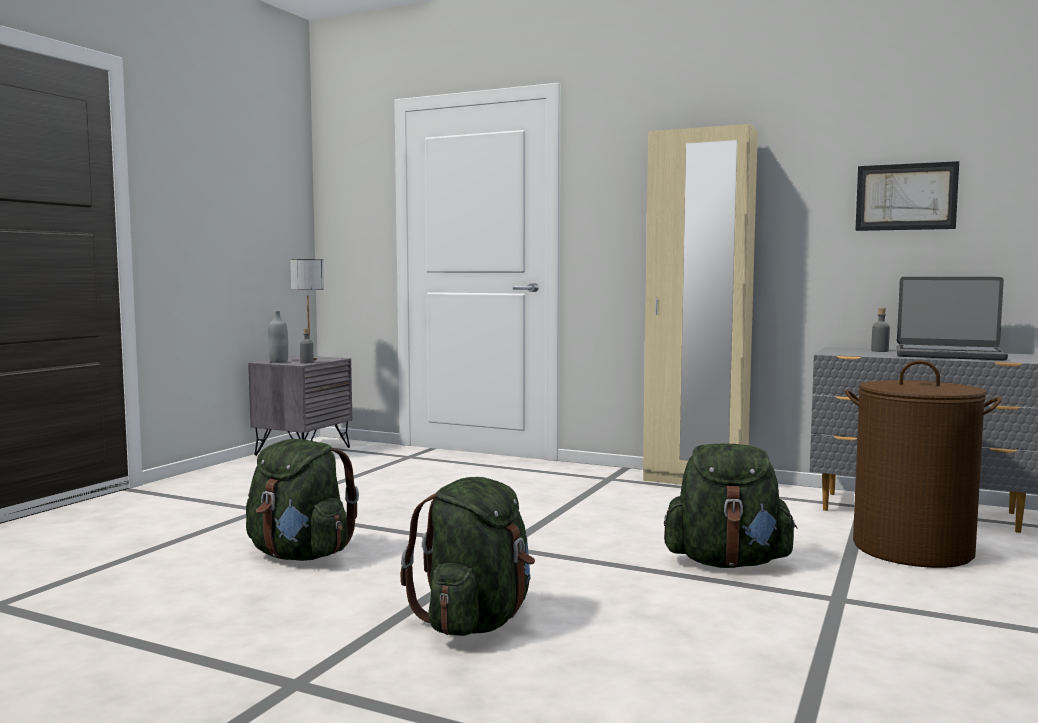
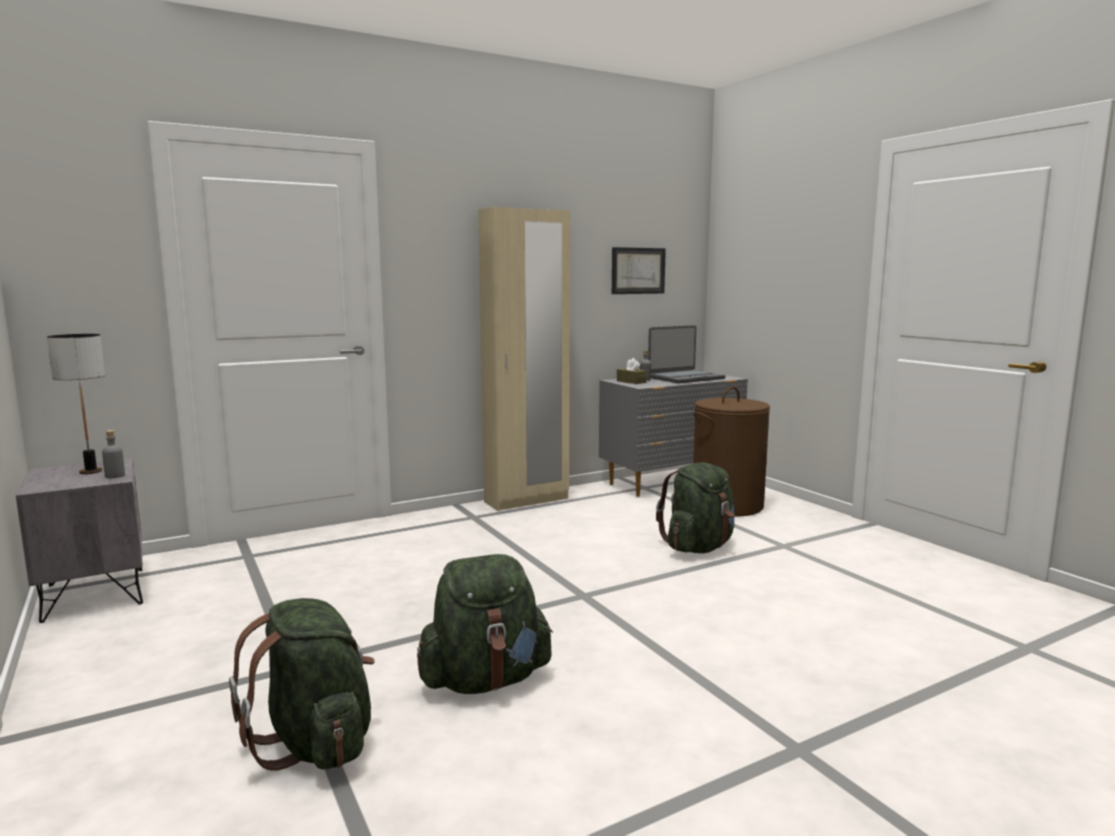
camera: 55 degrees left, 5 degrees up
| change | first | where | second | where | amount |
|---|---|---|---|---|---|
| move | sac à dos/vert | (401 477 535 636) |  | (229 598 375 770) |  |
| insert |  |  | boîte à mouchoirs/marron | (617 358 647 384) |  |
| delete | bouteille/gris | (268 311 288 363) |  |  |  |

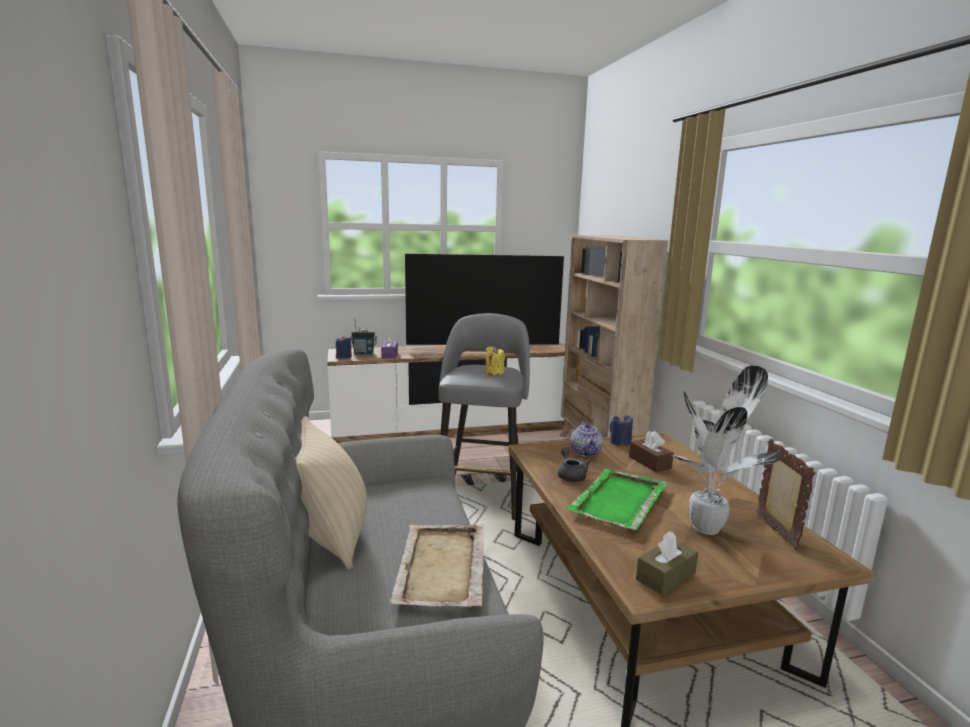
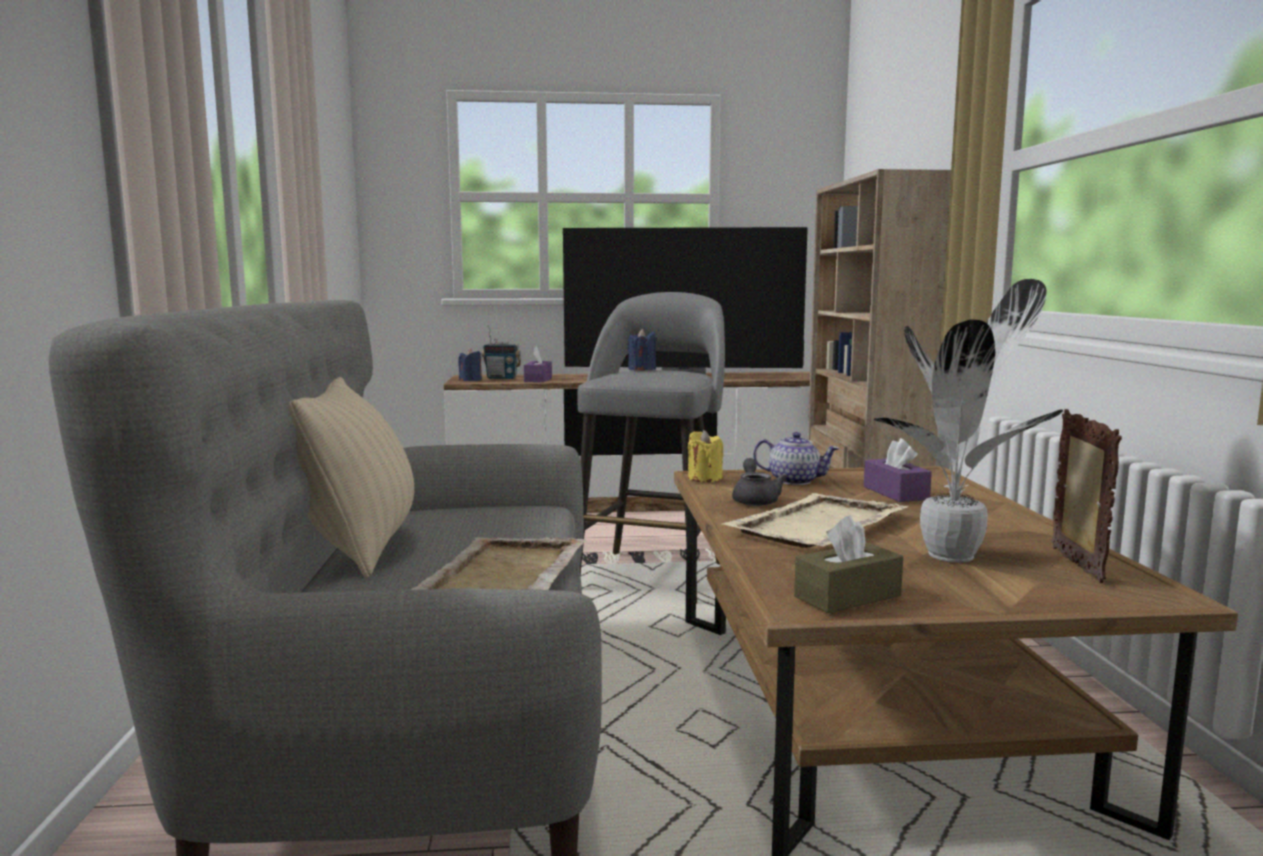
camera: 10 degrees right, 5 degrees down
| change | first | where | second | where | amount |
|---|---|---|---|---|---|
| move | bougie/bleu | (610 414 633 446) |  | (627 329 656 371) |  |
| move | bougie/jaune | (485 346 505 375) |  | (688 430 723 482) |  |
| recolor | plateau/vert | (567 469 667 530) | plateau/beige | (721 493 909 548) |  |
| rotate | théière | (571 421 603 456) |  | (753 432 839 485) | 75 degrees counterclockwise |
| recolor | boîte à mouchoirs/marron | (629 431 674 472) | boîte à mouchoirs/violet | (864 438 932 502) |  |

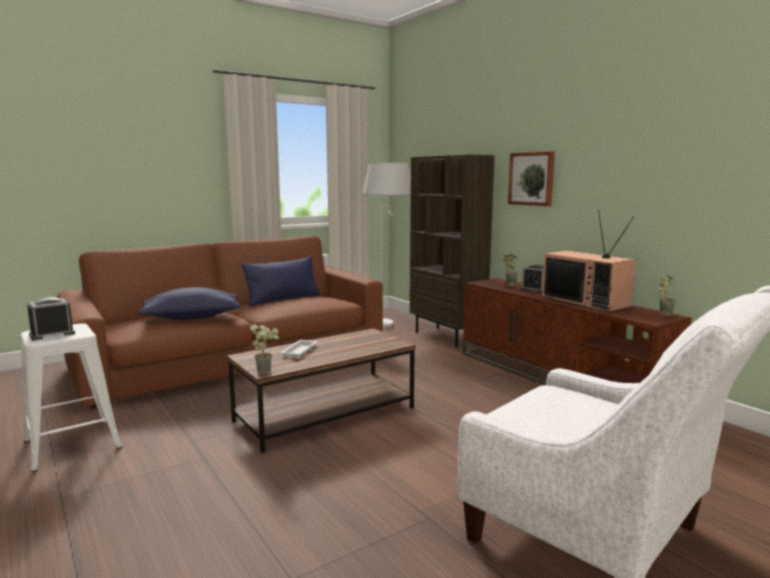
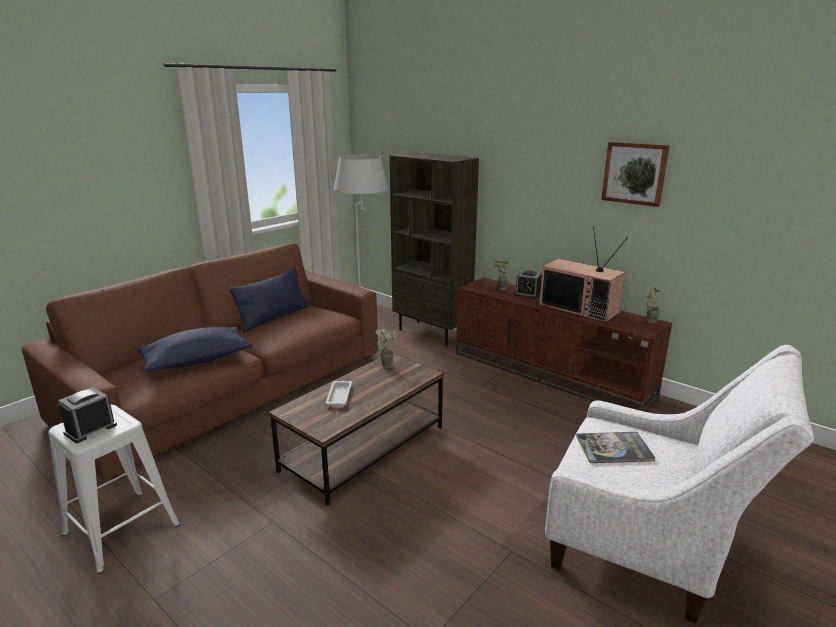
camera: 15 degrees left, 10 degrees up
| change | first | where | second | where | amount |
|---|---|---|---|---|---|
| move | plante en pot | (250 324 279 375) |  | (375 329 397 368) |  |
| insert |  |  | livre | (576 432 655 463) |  |
| move | tableau | (508 151 555 206) |  | (601 142 670 207) |  |

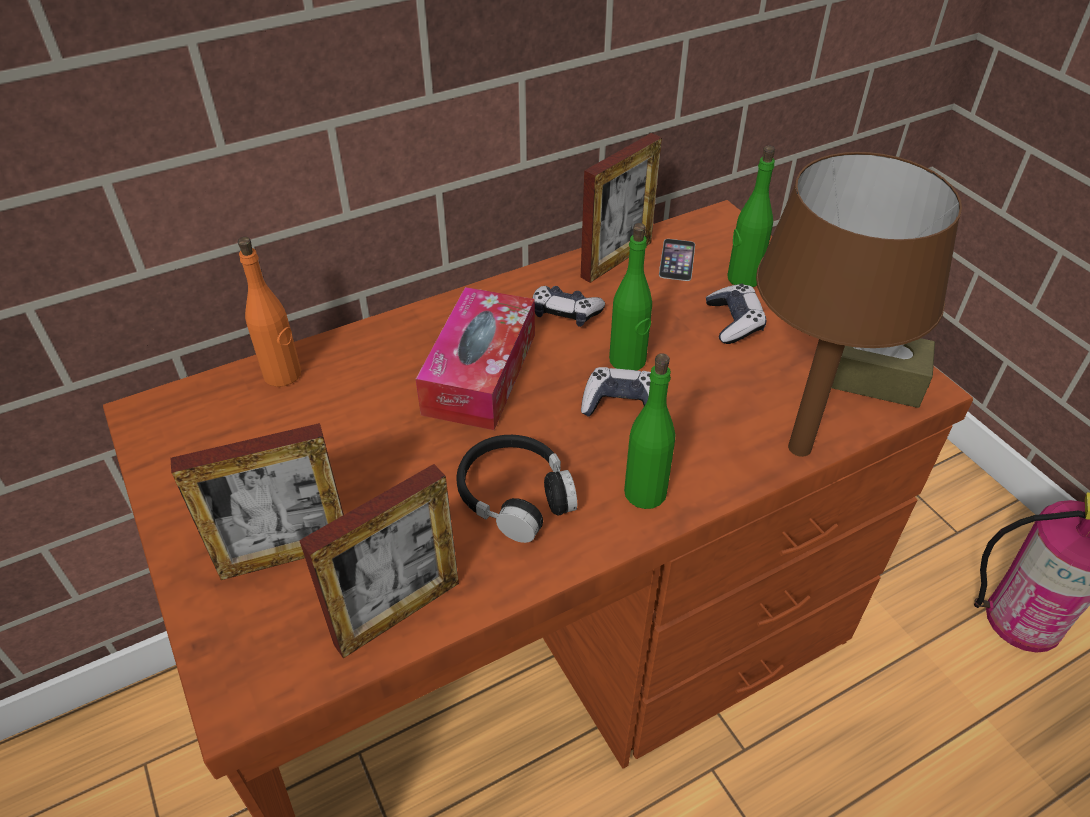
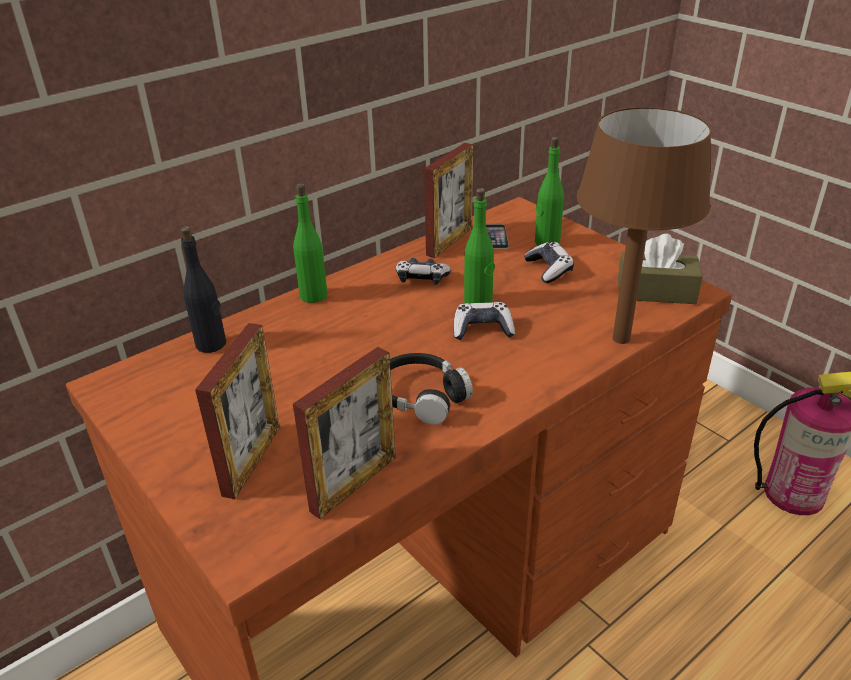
camera: 10 degrees left, 10 degrees down
| change | first | where | second | where | amount |
|---|---|---|---|---|---|
| recolor | bouteille/orange | (238 237 301 387) | bouteille/noir | (180 226 226 353) |  |
| rotate | cadre photo | (170 423 344 580) |  | (195 323 280 499) | 45 degrees counterclockwise |
| move | bouteille/vert | (624 353 675 509) |  | (293 183 328 303) |  |
| delete | boîte à mouchoirs | (416 287 535 430) |  |  |  |

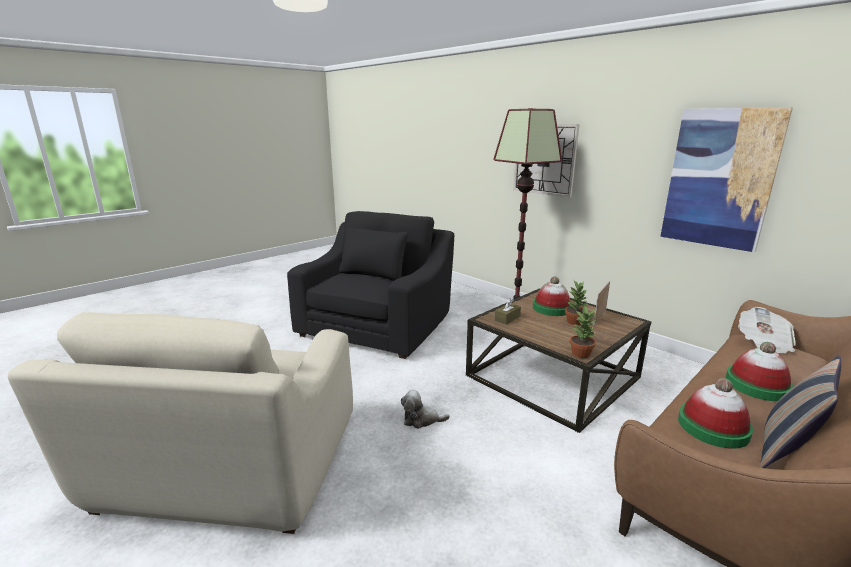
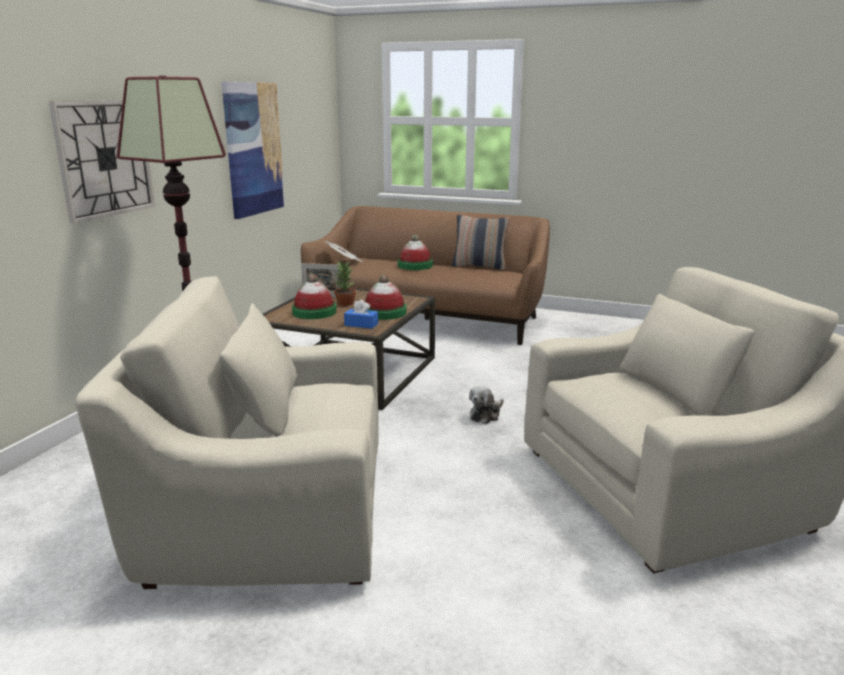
camera: 115 degrees left, 0 degrees up
| change | first | where | second | where | amount |
|---|---|---|---|---|---|
| recolor | fauteuil/noir | (287 211 454 359) | fauteuil/beige | (75 276 379 589) |  |
| recolor | boîte à mouchoirs/marron | (495 298 521 325) | boîte à mouchoirs/bleu | (344 300 378 329) |  |
| move | chapeau | (678 378 753 449) |  | (365 275 407 320) |  |
| rotate | peluche | (401 390 450 429) |  | (469 386 504 424) | 60 degrees clockwise |
| delete | plante en pot | (570 305 596 358) |  |  |  |

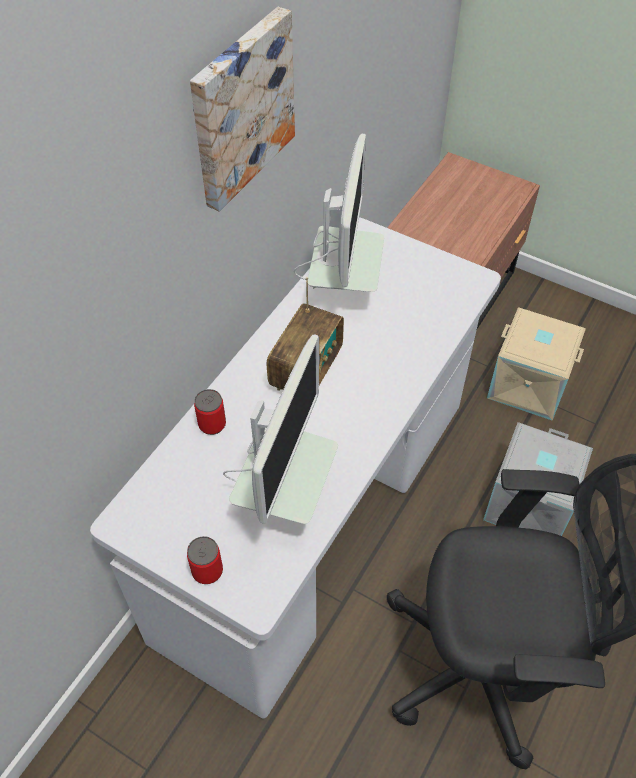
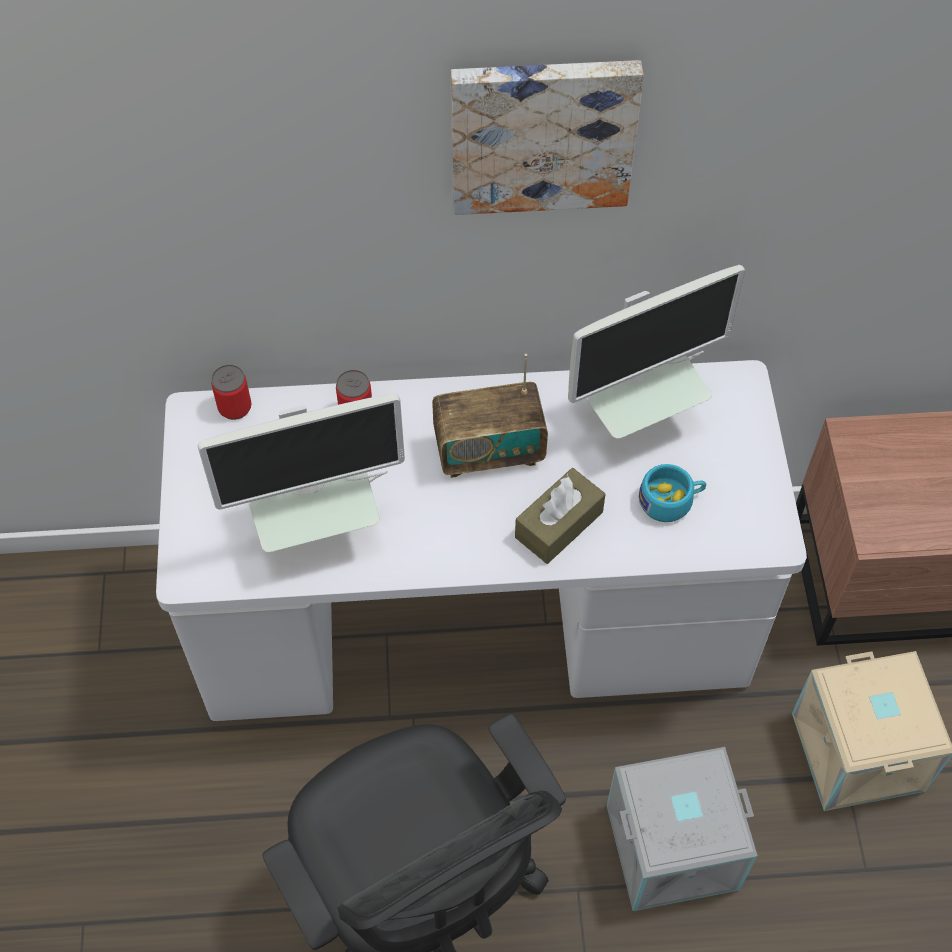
camera: 55 degrees right, 5 degrees up
| change | first | where | second | where | amount |
|---|---|---|---|---|---|
| move | boîte métallique | (187 536 223 584) |  | (211 365 251 420) |  |
| insert |  |  | boîte à mouchoirs/marron | (515 468 606 564) |  |
| insert |  |  | tasse/turquoise | (639 464 706 522) |  |

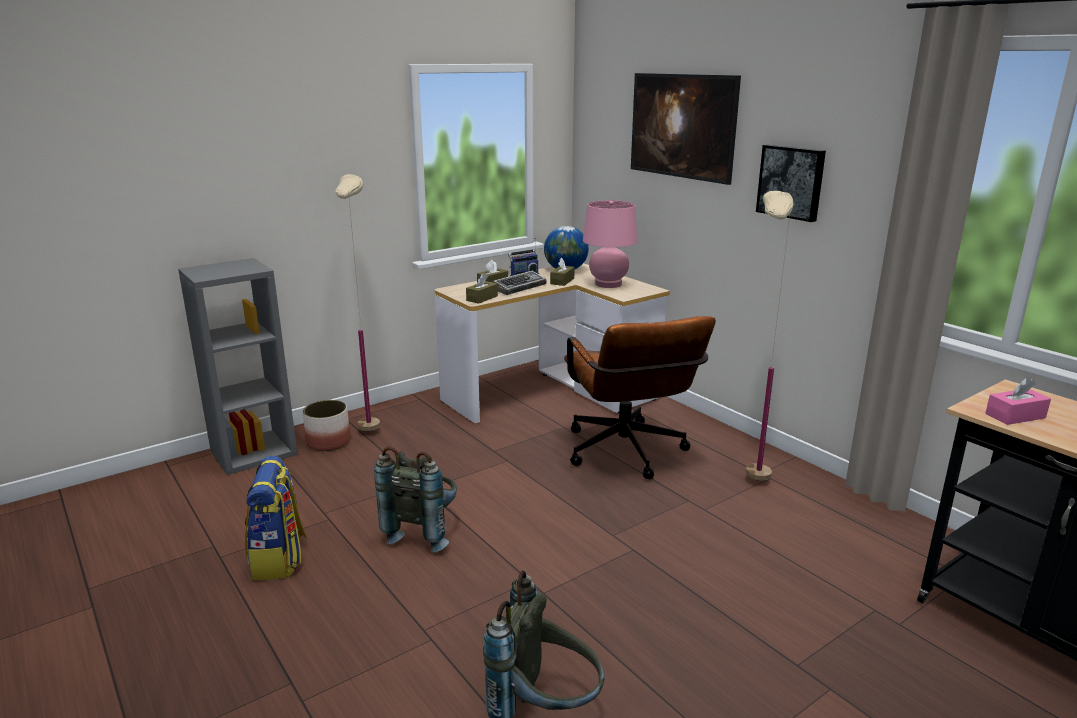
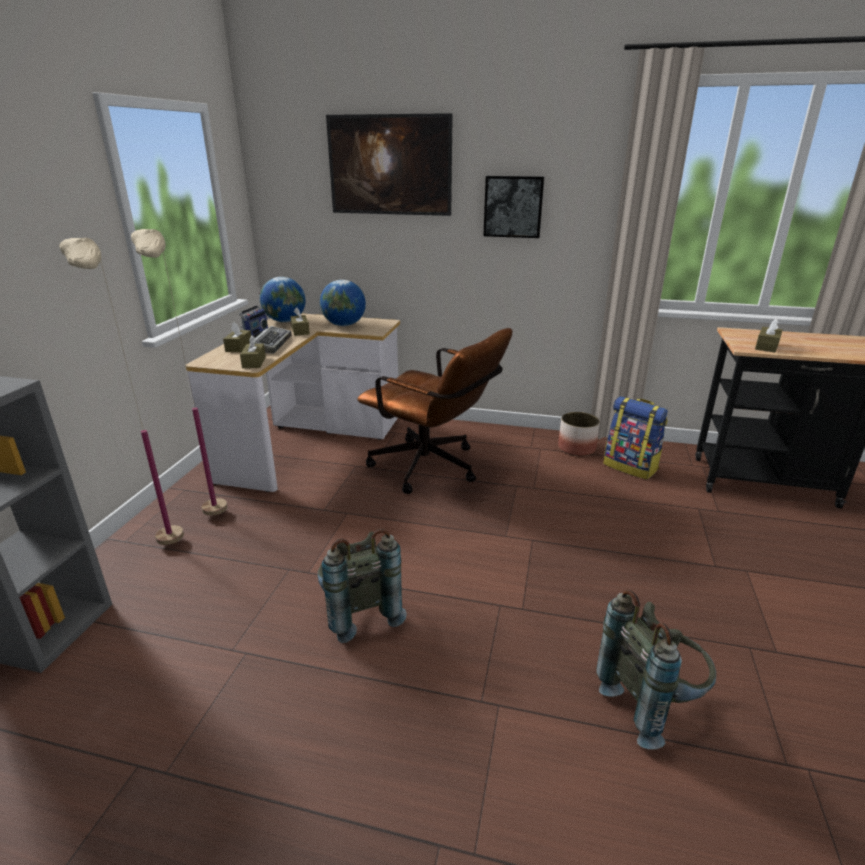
camera: 40 degrees left, 5 degrees up
| change | first | where | second | where | amount |
|---|---|---|---|---|---|
| move | lampadaire/beige | (746 191 793 481) |  | (131 229 227 516) |  |
| replace | lampe de table/rose | (583 200 638 288) | globe | (320 280 366 326) |  |
| move | cache-pot | (303 400 351 451) |  | (558 412 600 456) |  |
| move | sac à dos | (245 456 307 580) |  | (603 396 668 480) |  |
| recolor | boîte à mouchoirs/rose | (985 377 1051 425) | boîte à mouchoirs/marron | (755 318 782 353) |  |

